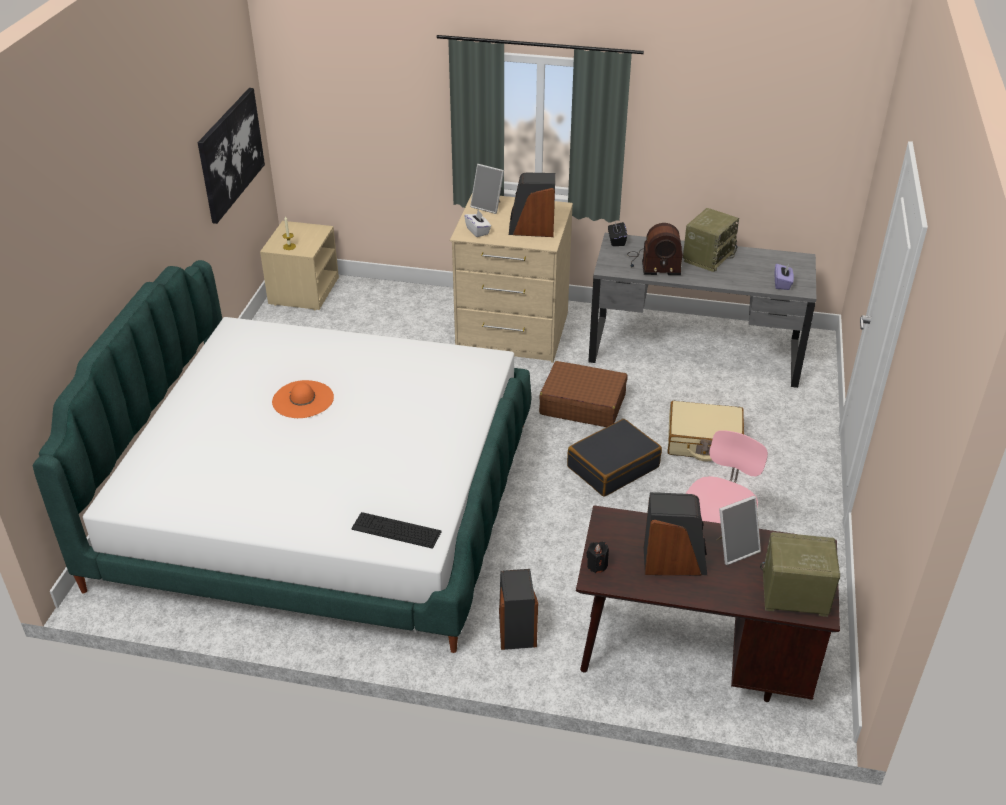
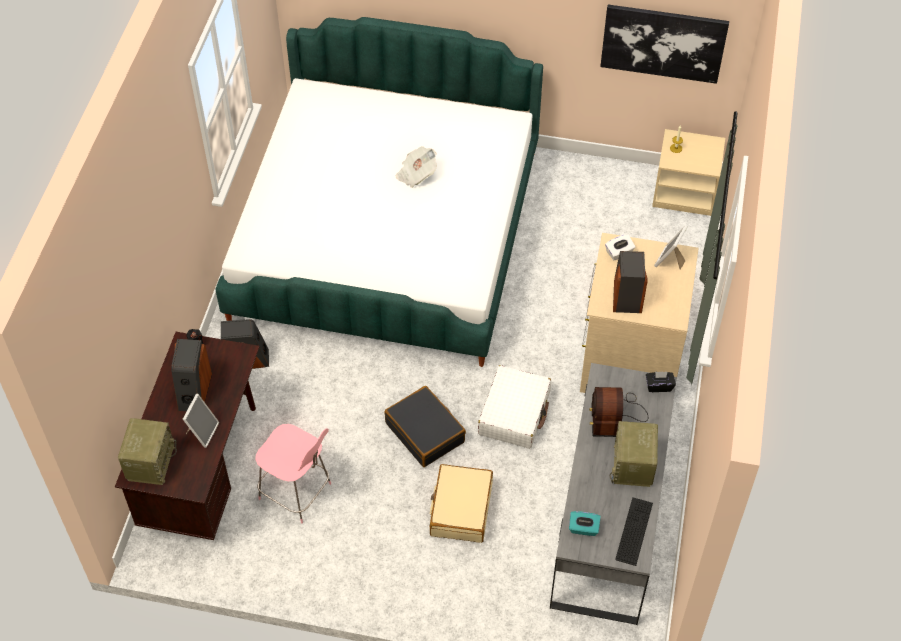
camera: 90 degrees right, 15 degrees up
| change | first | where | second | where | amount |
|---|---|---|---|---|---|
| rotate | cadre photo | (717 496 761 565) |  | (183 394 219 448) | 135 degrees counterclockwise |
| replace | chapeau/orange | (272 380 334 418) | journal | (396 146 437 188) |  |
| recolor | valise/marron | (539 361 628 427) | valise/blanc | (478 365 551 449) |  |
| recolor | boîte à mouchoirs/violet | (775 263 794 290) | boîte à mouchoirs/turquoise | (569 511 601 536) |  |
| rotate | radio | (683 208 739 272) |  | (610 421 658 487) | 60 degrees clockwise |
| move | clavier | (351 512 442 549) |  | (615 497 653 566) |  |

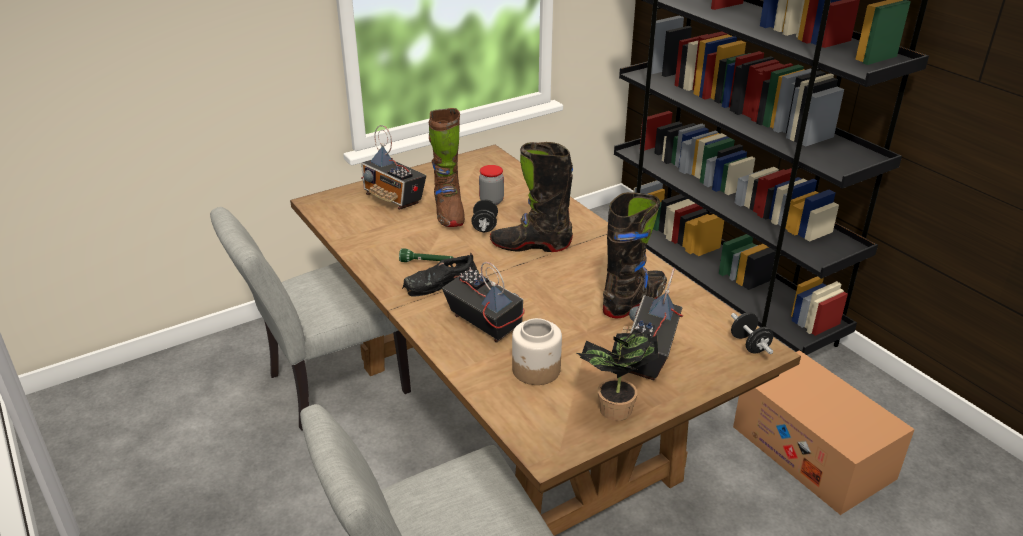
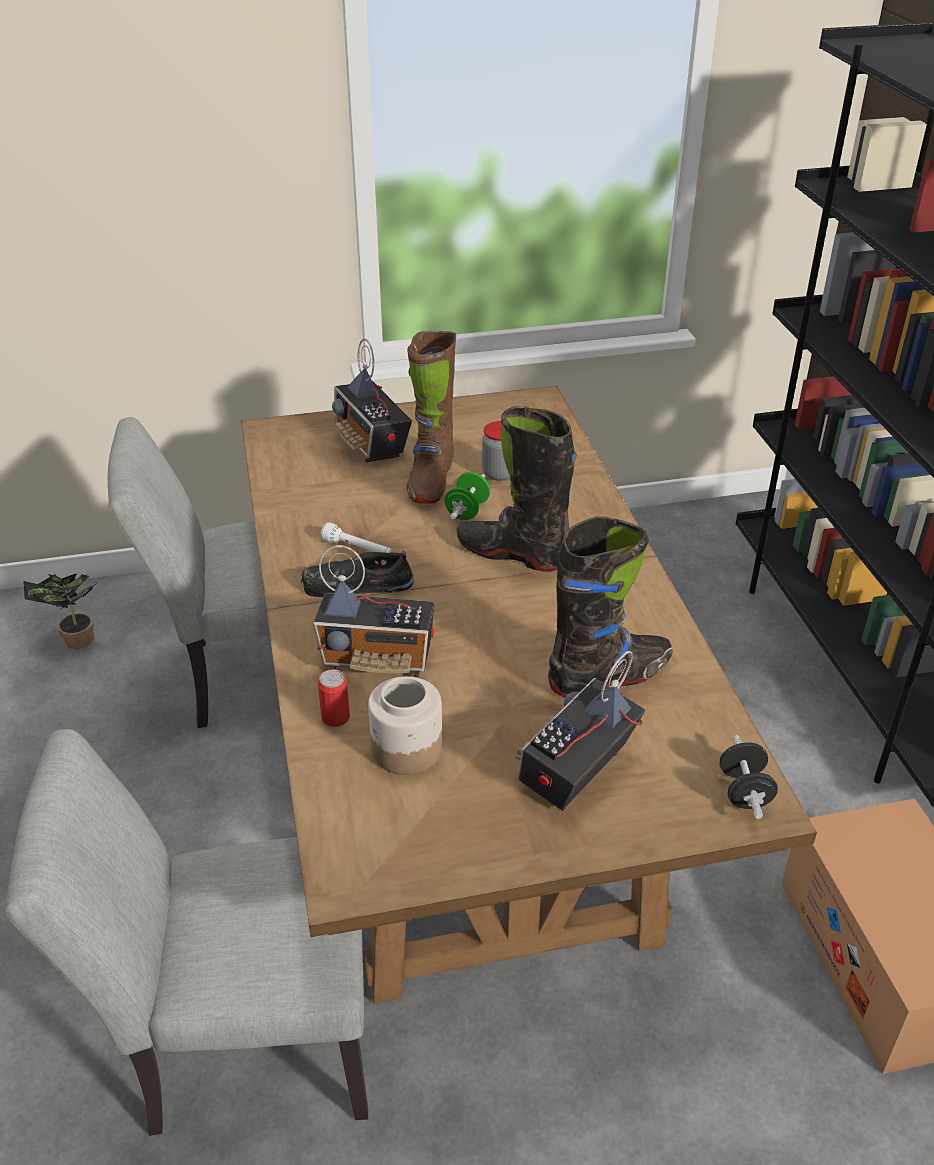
camera: 20 degrees right, 5 degrees up
| change | first | where | second | where | amount |
|---|---|---|---|---|---|
| move | plante en pot | (577 329 658 421) |  | (23 573 97 649) |  |
| rotate | radio | (442 262 525 343) |  | (313 545 435 678) | 120 degrees clockwise |
| insert |  |  | boîte métallique | (318 669 350 727) |  |
| recolor | lampe de poche/vert | (399 248 454 262) | lampe de poche/blanc | (321 522 392 553) |  |
| recolor | haltère/noir | (471 199 498 232) | haltère/vert | (444 472 490 520) |  |

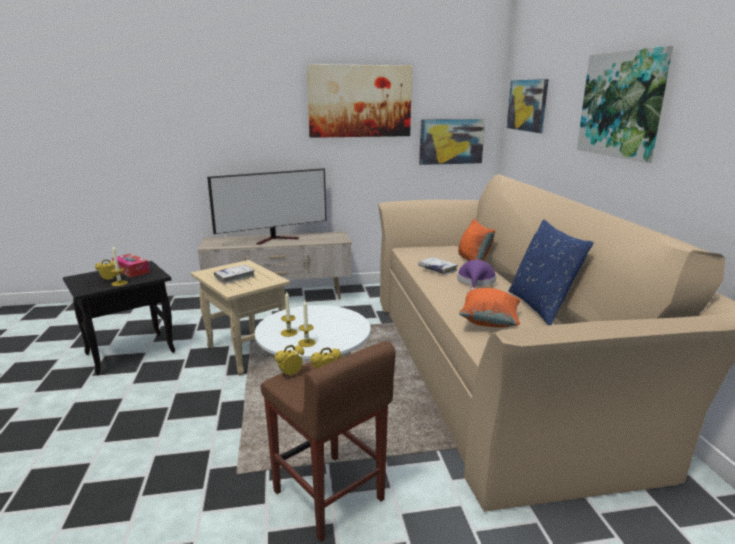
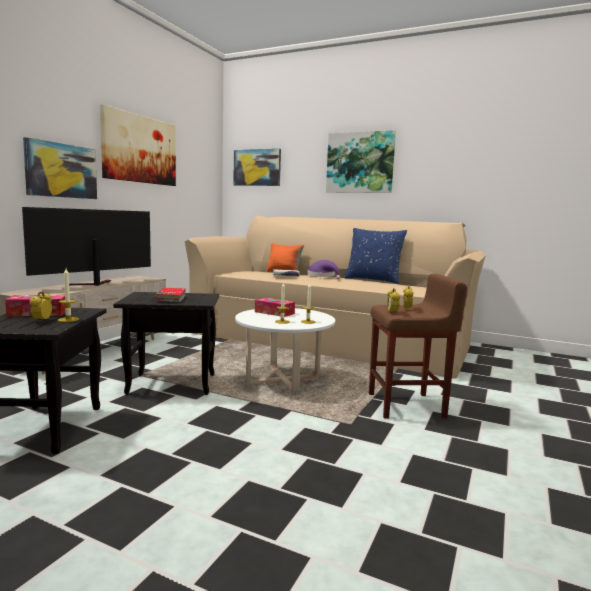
camera: 55 degrees left, 10 degrees down
| change | first | where | second | where | amount |
|---|---|---|---|---|---|
| rotate | téléviseur | (207 168 326 245) |  | (22 207 151 286) | 150 degrees counterclockwise |
| move | tableau | (419 119 485 165) |  | (23 137 97 199) |  |
| recolor | table d'appoint/beige | (191 260 290 376) | table d'appoint/noir | (113 292 220 395) |  |
| recolor | livre/blanc | (214 265 255 284) | livre/rouge | (155 288 186 302) |  |
| insert |  |  | boîte à mouchoirs | (255 298 295 317) |  |
| delete | coussin/orange | (459 288 521 327) |  |  |  |

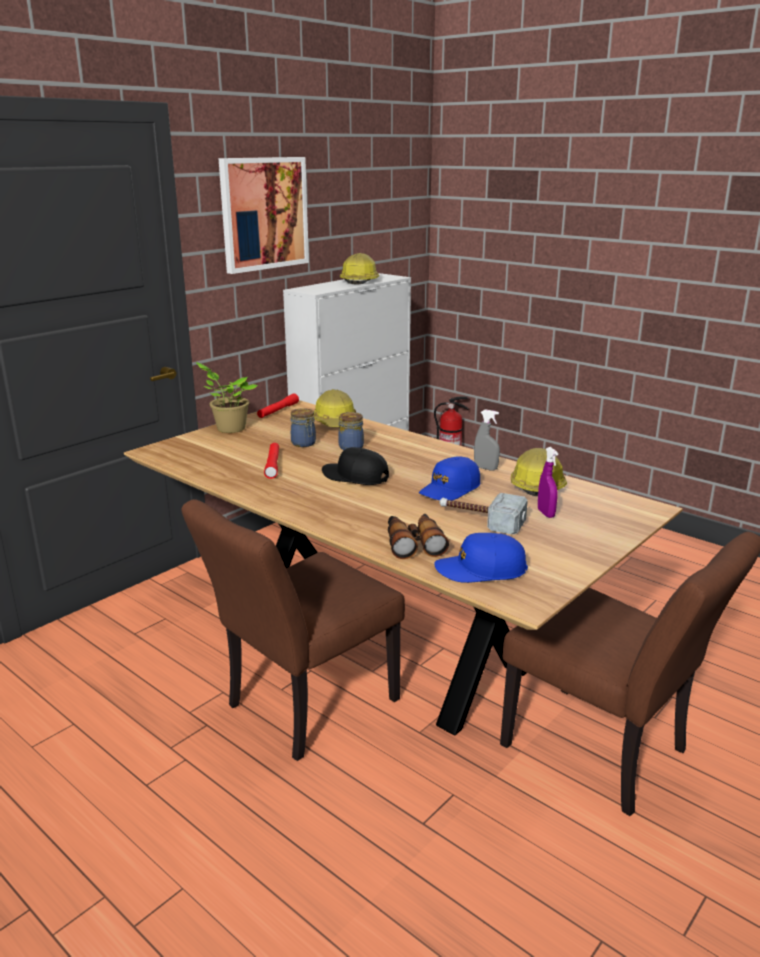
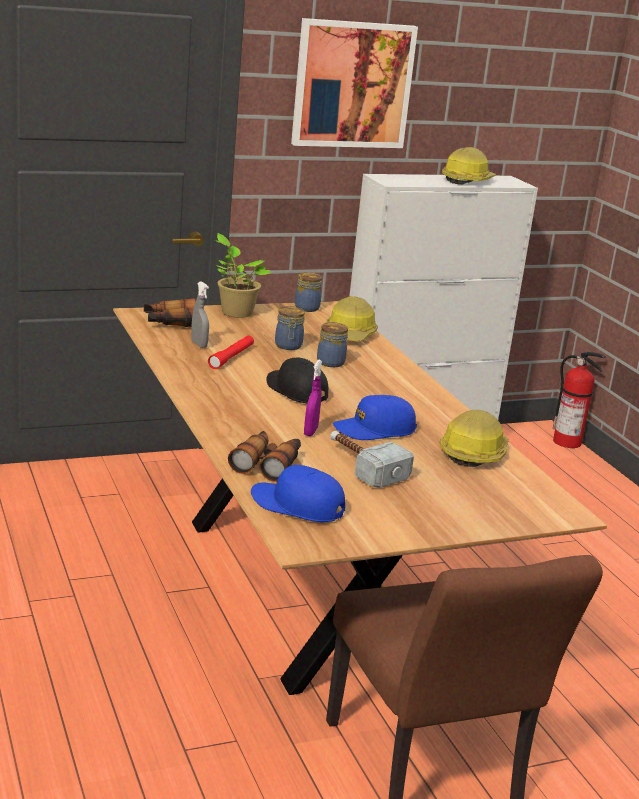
camera: 25 degrees right, 0 degrees up
| change | first | where | second | where | amount |
|---|---|---|---|---|---|
| insert |  |  | jumelles | (144 298 196 327) |  |
| move | vaporisateur/gris | (474 409 500 471) |  | (191 281 209 348) |  |
| replace | lampe de poche/rouge | (257 393 299 418) | bocal | (295 272 322 312) |  |
| move | vaporisateur/violet | (538 447 558 518) |  | (304 360 322 436) |  |
| delete | chaise/marron | (181 499 405 761) |  |  |  |

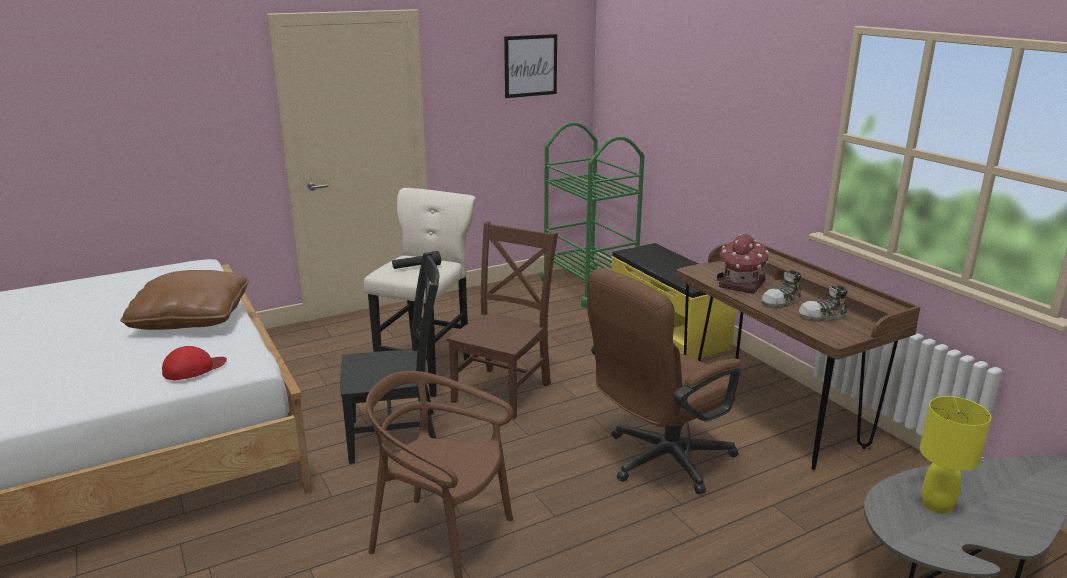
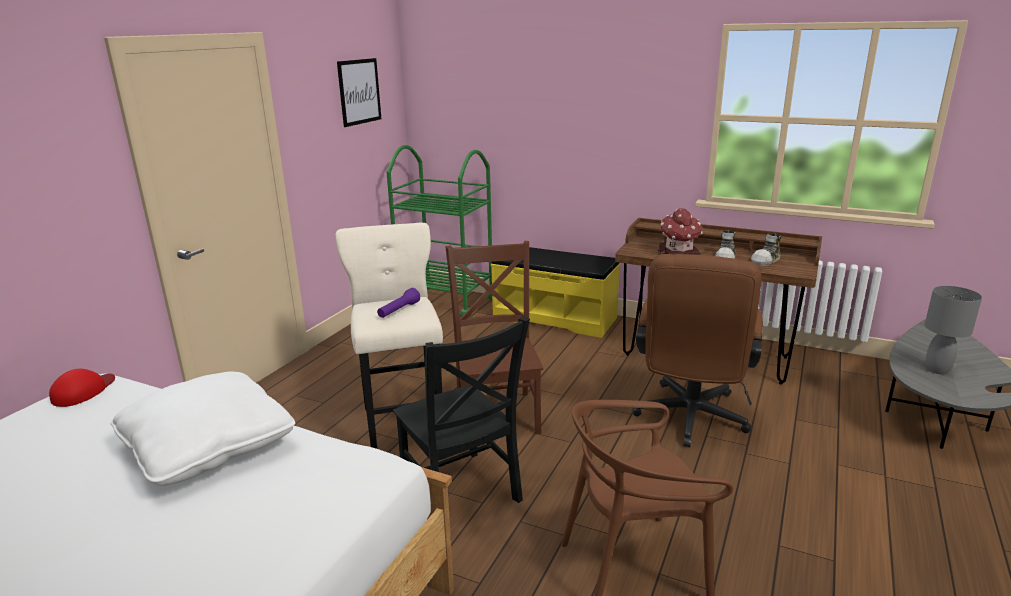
camera: 35 degrees left, 0 degrees up
| change | first | where | second | where | amount |
|---|---|---|---|---|---|
| move | casquette/rouge | (162 346 227 380) |  | (49 369 115 407) |  |
| recolor | coussin/marron | (120 270 249 330) | coussin/blanc | (110 371 295 486) |  |
| recolor | lampe de poche/noir | (392 251 441 269) | lampe de poche/violet | (377 288 420 318) |  |
| rotate | chaise/noir | (340 252 440 464) |  | (393 317 530 503) | 105 degrees clockwise |
| recolor | lampe de table/jaune | (920 396 991 514) | lampe de table/gris | (925 286 982 375) |  |

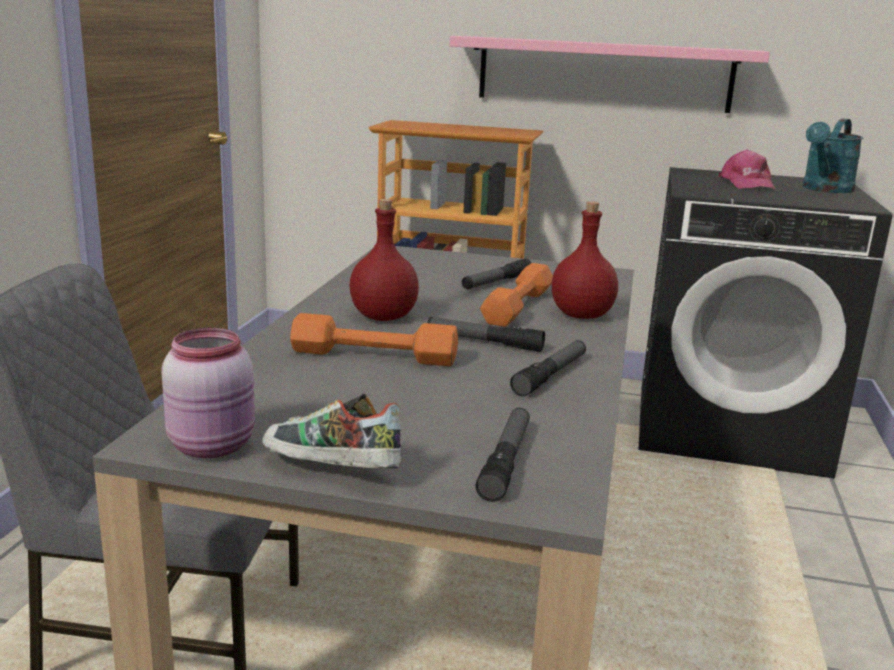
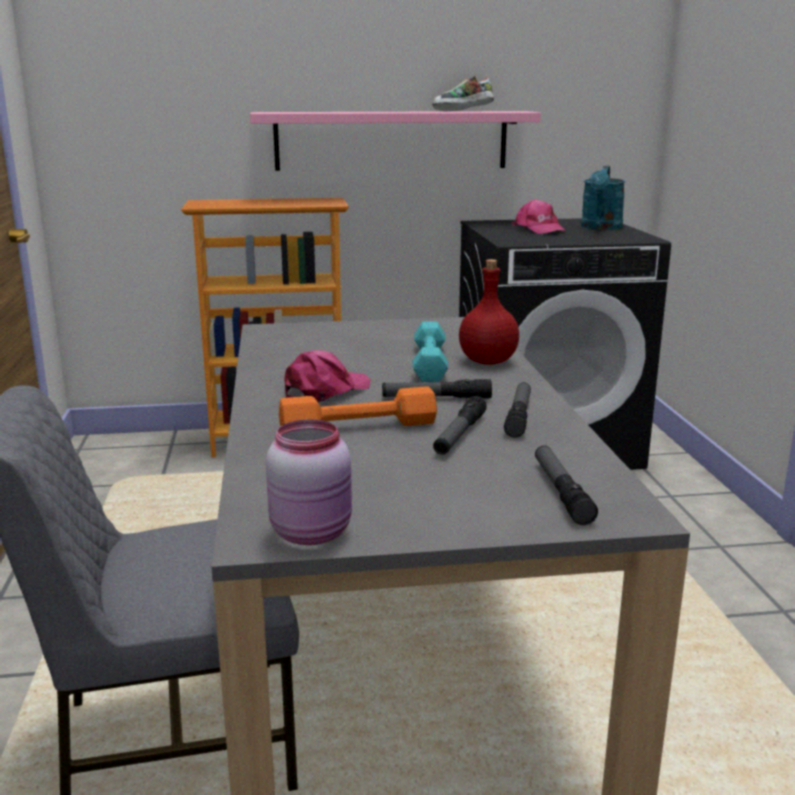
camera: 20 degrees left, 0 degrees up
| change | first | where | second | where | amount |
|---|---|---|---|---|---|
| replace | bouteille/rouge | (349 199 419 321) | casquette/rose | (284 350 371 402) |  |
| recolor | haltère/orange | (480 263 553 327) | haltère/turquoise | (412 322 448 382) |  |
| move | chaussure | (262 394 402 469) |  | (433 76 494 111) |  |
| move | lampe de poche | (462 259 531 289) |  | (433 396 487 454) |  |

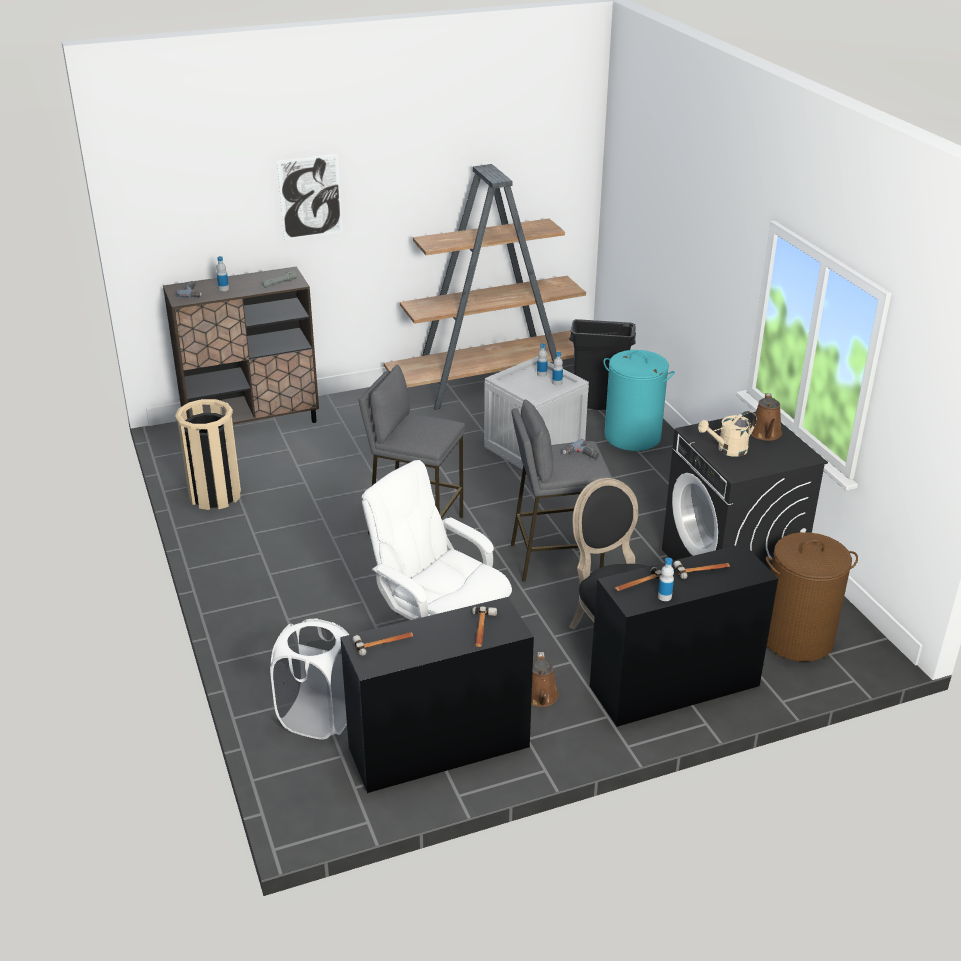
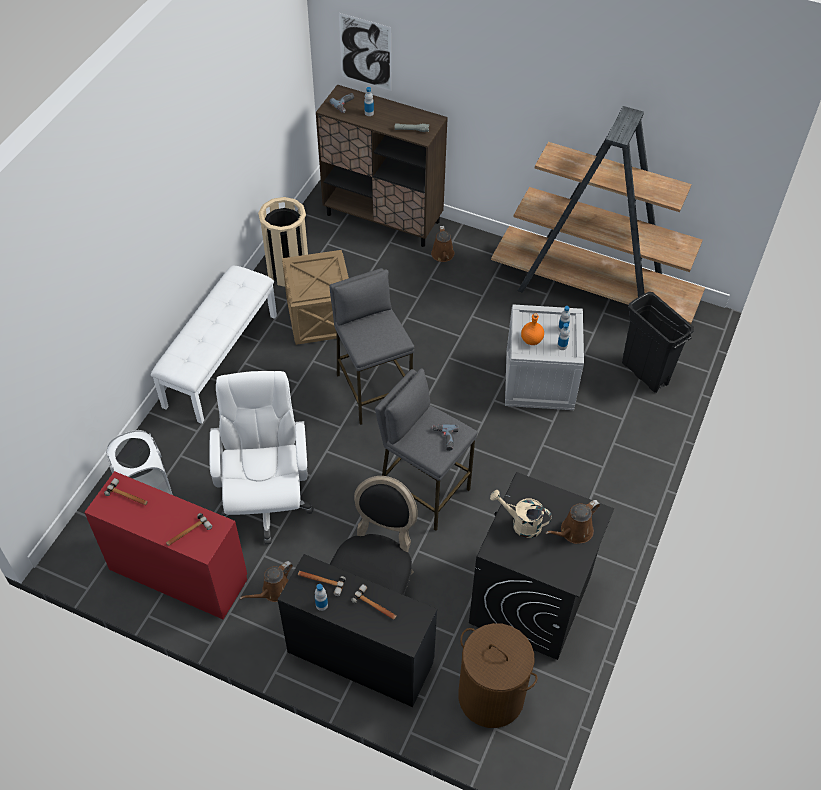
camera: 45 degrees right, 20 degrees up
| change | first | where | second | where | amount |
|---|---|---|---|---|---|
| recolor | bureau/noir | (340 597 534 793) | bureau/rouge | (84 471 247 619) |  |
| insert |  |  | banc/blanc | (151 265 277 424) |  |
| insert |  |  | caisse | (282 250 349 345) |  |
| move | tableau | (277 154 343 240) |  | (339 13 391 91) |  |
| insert |  |  | arrosoir/marron | (431 226 455 262) |  |
| insert |  |  | bouteille/orange | (521 313 544 345) |  |
| delete | panier à linge/turquoise | (603 350 675 451) |  |  |  |

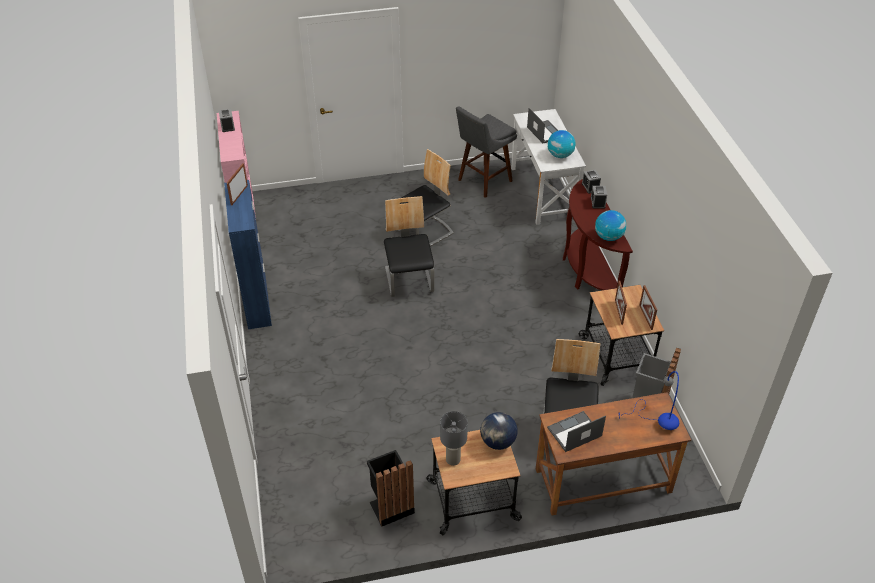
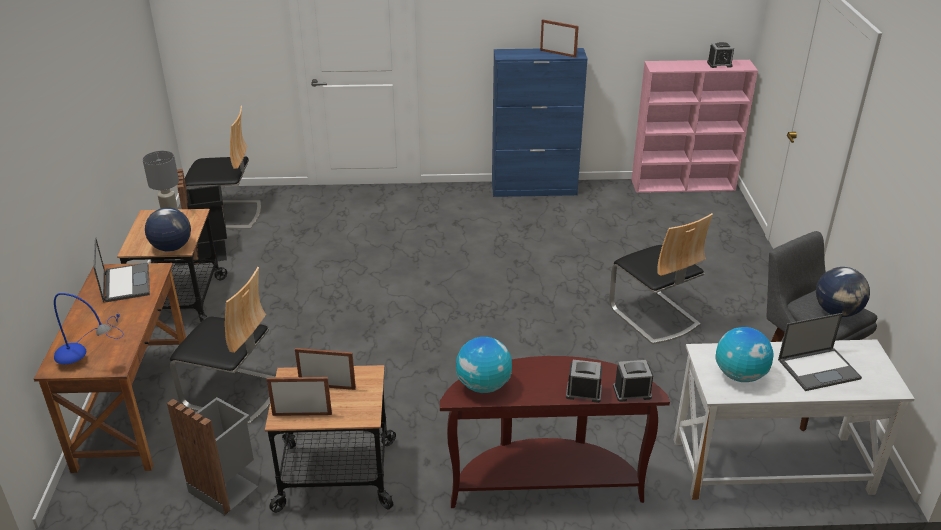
camera: 100 degrees right, 10 degrees down
| change | first | where | second | where | amount |
|---|---|---|---|---|---|
| move | chaise | (384 196 434 297) |  | (185 105 261 229) |  |
| insert |  |  | globe | (816 267 870 317) |  |

